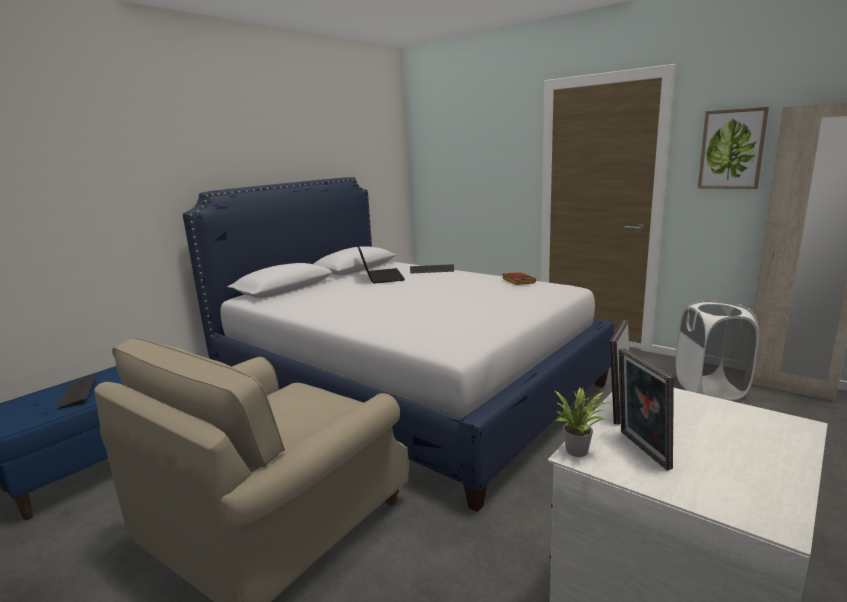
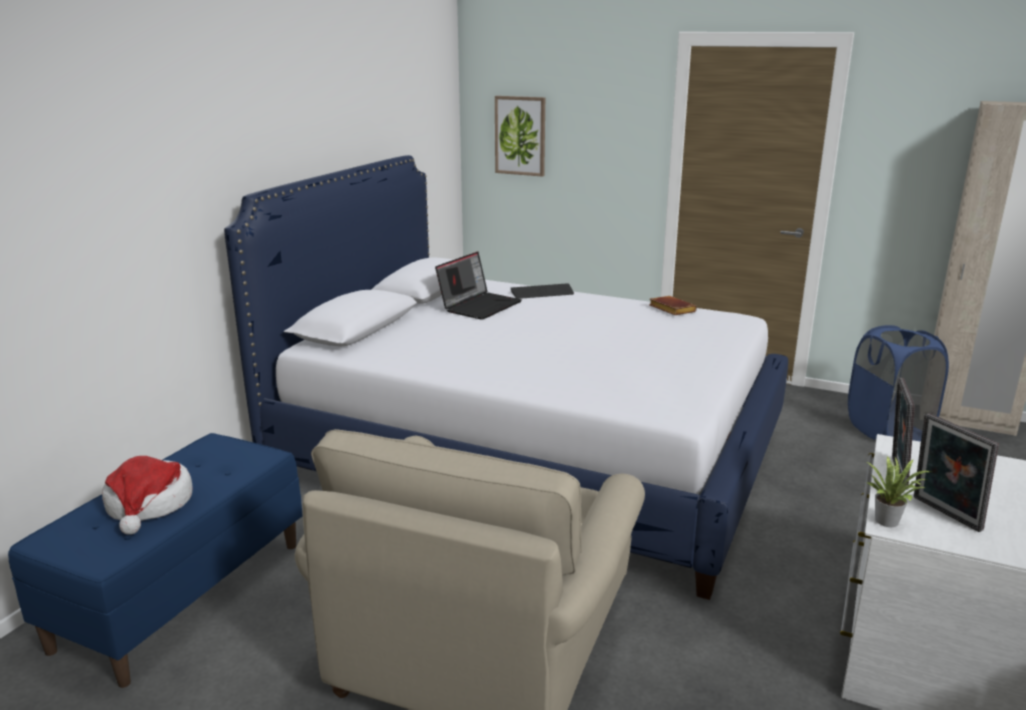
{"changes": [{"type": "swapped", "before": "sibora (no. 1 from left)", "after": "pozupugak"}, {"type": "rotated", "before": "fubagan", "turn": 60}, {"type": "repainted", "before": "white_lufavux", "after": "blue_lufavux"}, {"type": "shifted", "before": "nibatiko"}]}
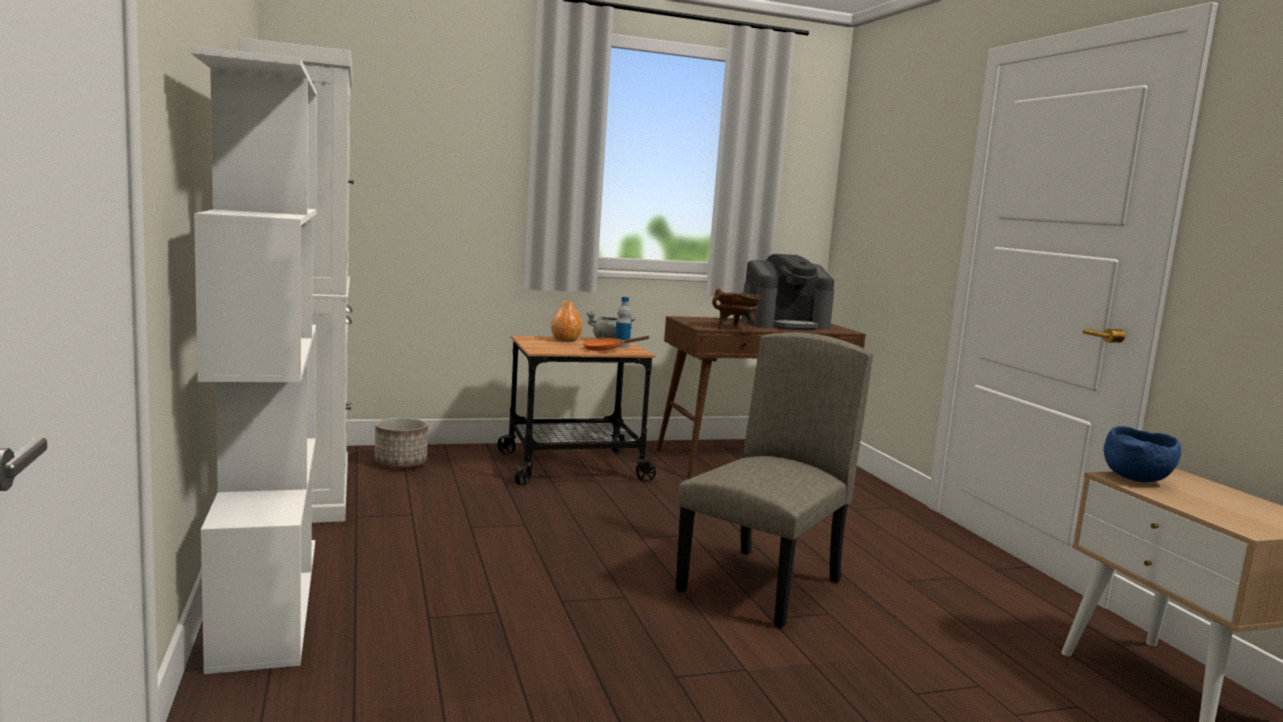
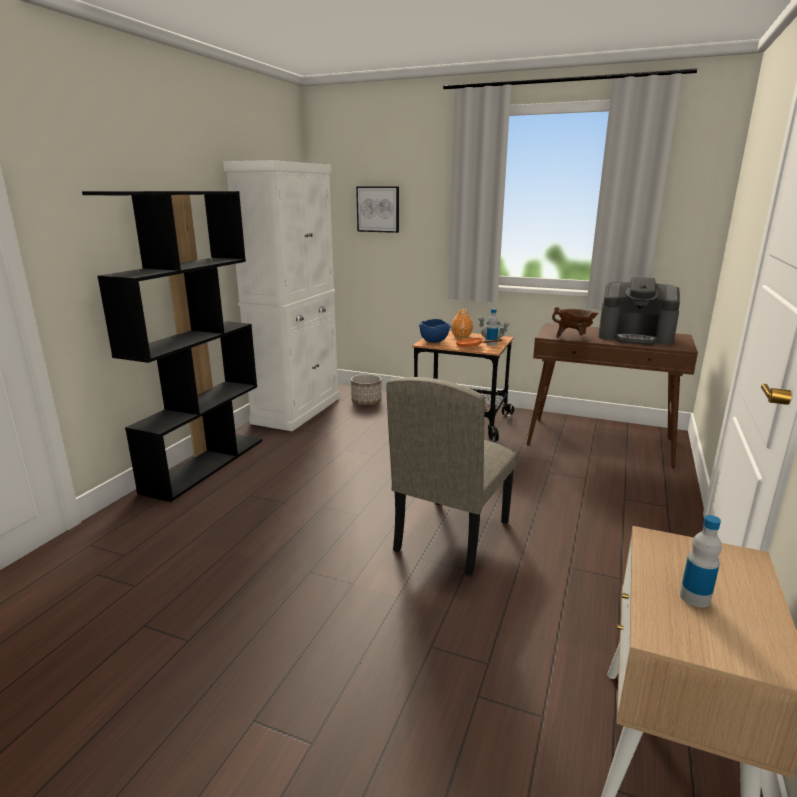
{"changes": [{"type": "repainted", "before": "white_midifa", "after": "black_midifa"}, {"type": "rotated", "before": "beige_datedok", "turn": 135}, {"type": "shifted", "before": "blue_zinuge"}, {"type": "new", "after": "nibatiko"}, {"type": "new", "after": "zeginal (no. 2 from left)"}]}
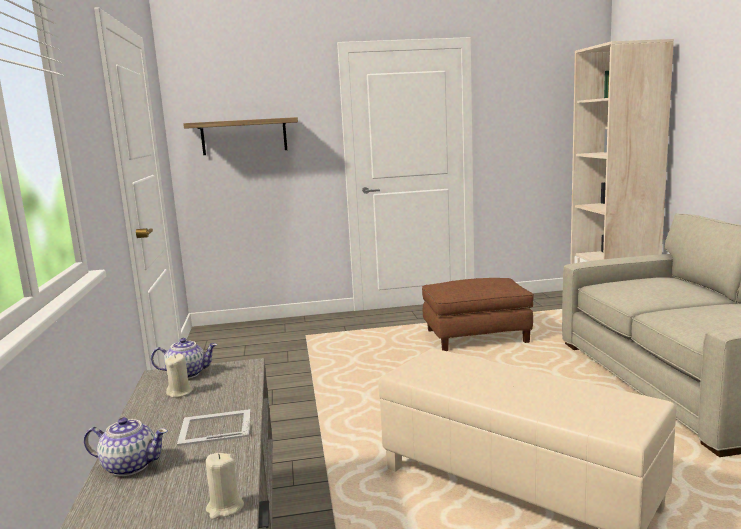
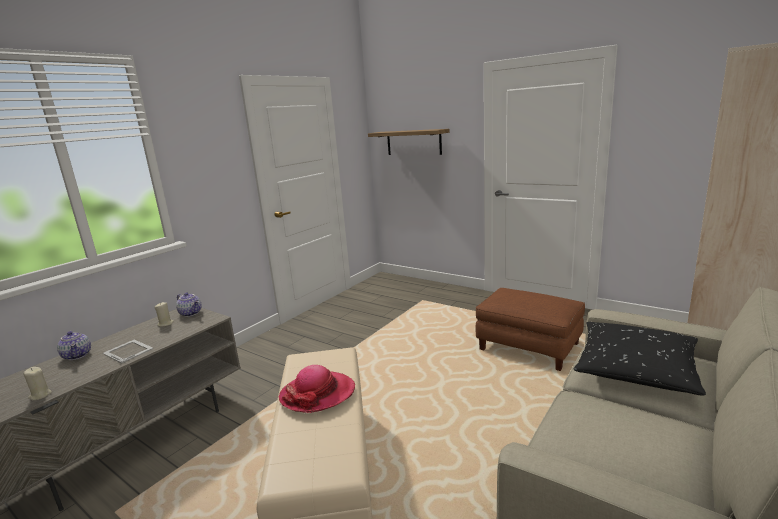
{"changes": [{"type": "new", "after": "pozupugak"}, {"type": "new", "after": "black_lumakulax"}]}
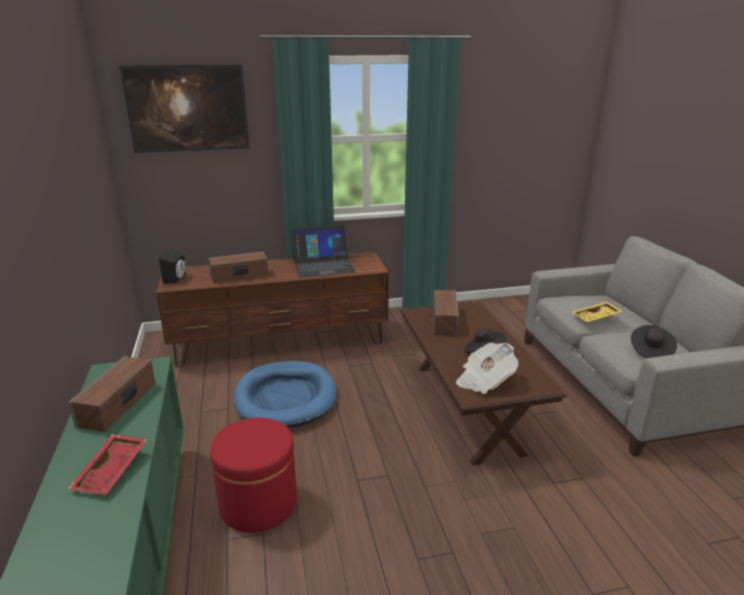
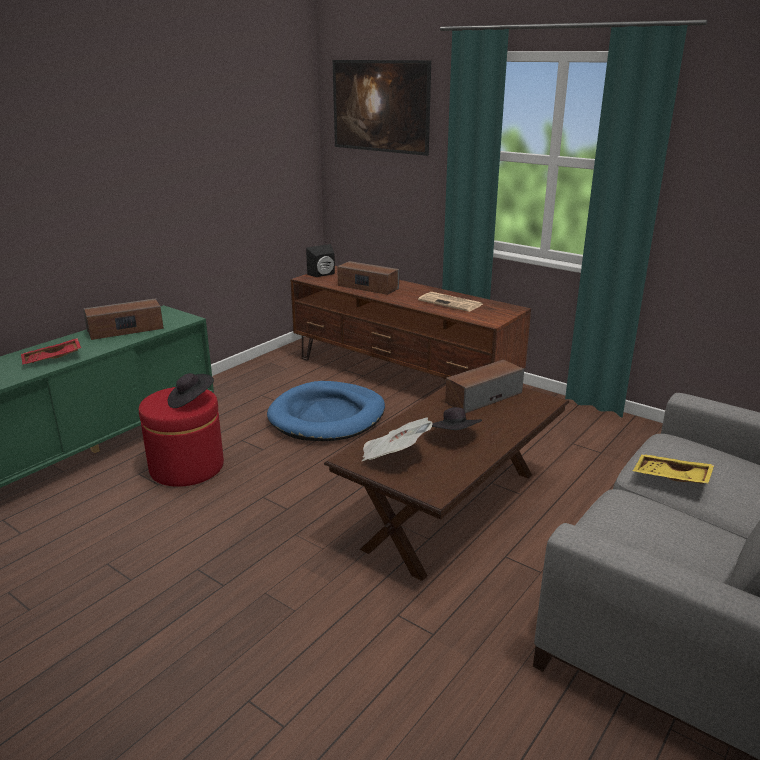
{"changes": [{"type": "swapped", "before": "fubagan", "after": "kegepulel (no. 2 from left)"}, {"type": "shifted", "before": "black_pozupugak (no. 2 from left in the first image)", "after": "black_pozupugak (no. 1 from left)"}]}
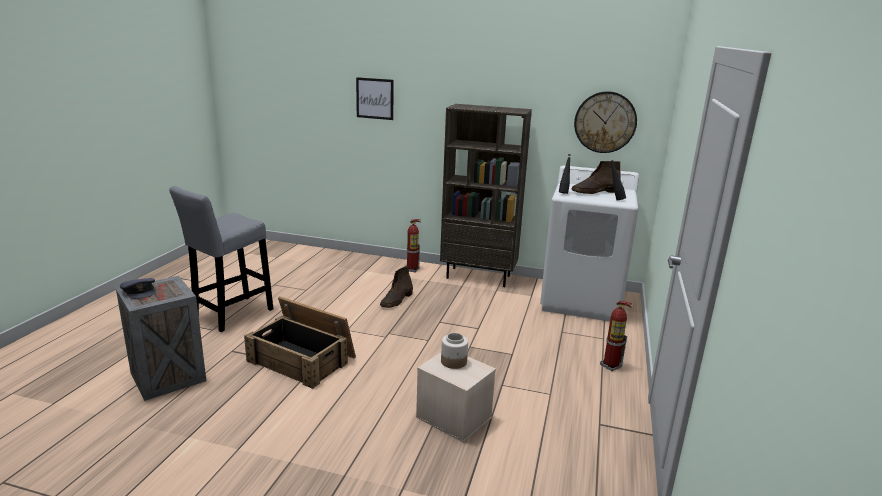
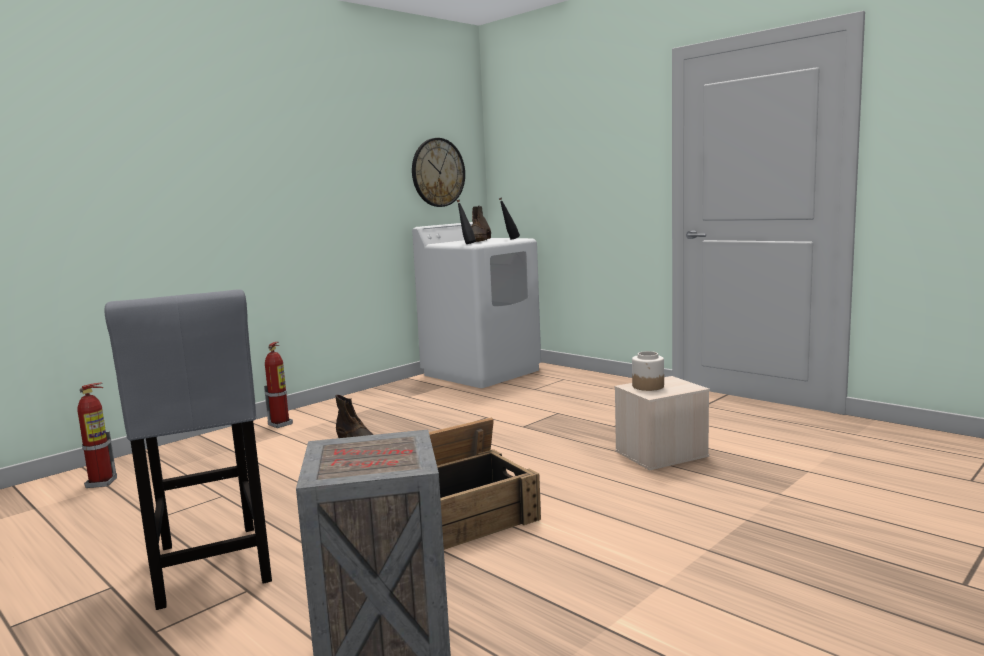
{"changes": [{"type": "gone", "before": "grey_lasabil"}, {"type": "gone", "before": "nibatiko"}, {"type": "gone", "before": "brown_midifa"}, {"type": "shifted", "before": "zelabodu (no. 2 from left in the first image)", "after": "zelabodu (no. 1 from left)"}]}
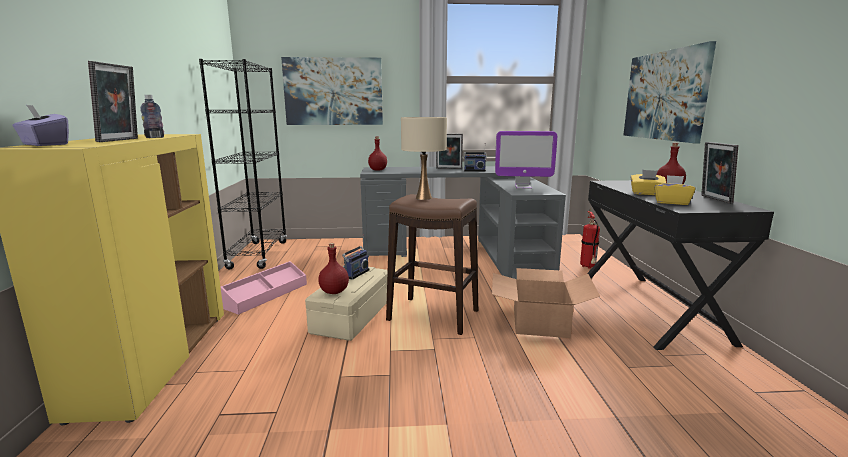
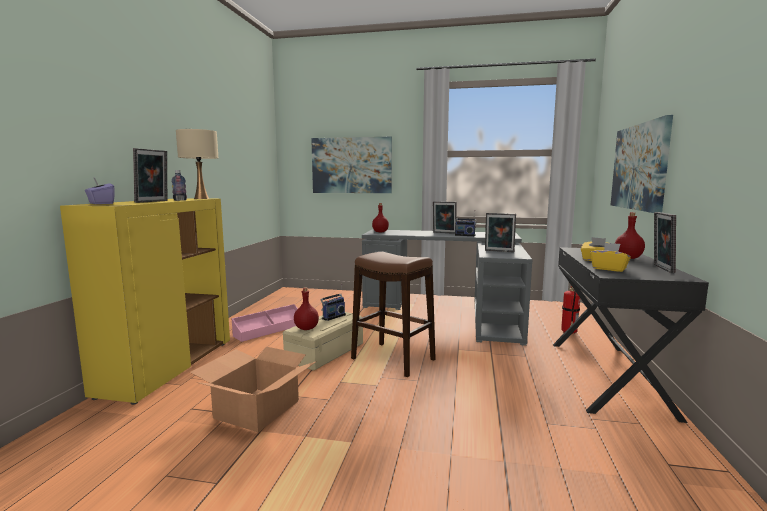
{"changes": [{"type": "gone", "before": "black_midifa"}, {"type": "shifted", "before": "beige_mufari"}, {"type": "shifted", "before": "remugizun"}, {"type": "swapped", "before": "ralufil", "after": "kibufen (no. 3 from left)"}]}
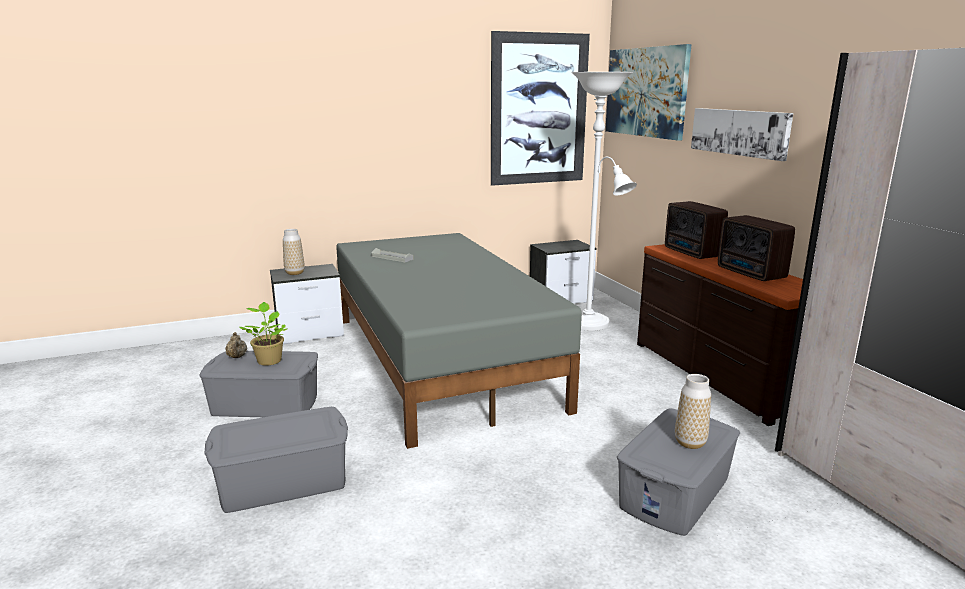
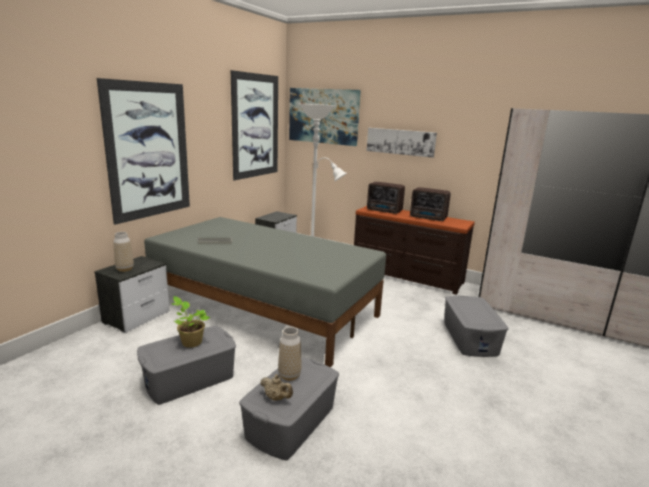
{"changes": [{"type": "shifted", "before": "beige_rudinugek"}, {"type": "shifted", "before": "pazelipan (no. 2 from left)"}, {"type": "new", "after": "nibatiko (no. 1 from left)"}]}
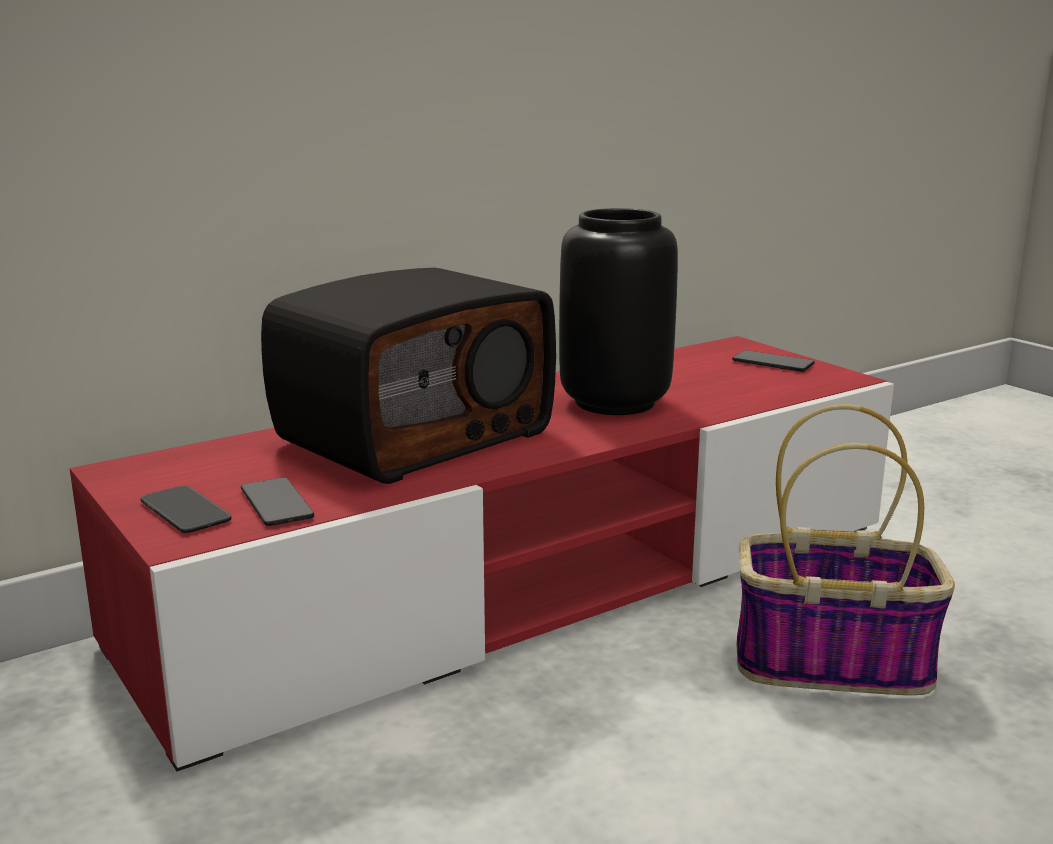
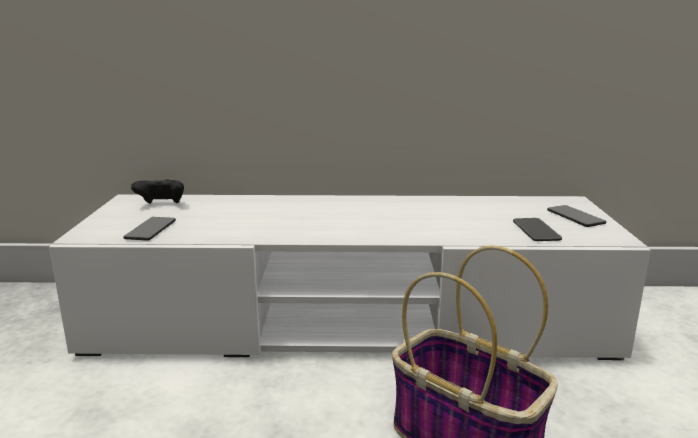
{"changes": [{"type": "repainted", "before": "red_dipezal", "after": "white_dipezal"}, {"type": "shifted", "before": "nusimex (no. 1 from left in the first image)", "after": "nusimex (no. 2 from left)"}, {"type": "gone", "before": "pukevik"}, {"type": "gone", "before": "black_pazelipan"}, {"type": "new", "after": "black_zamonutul"}]}
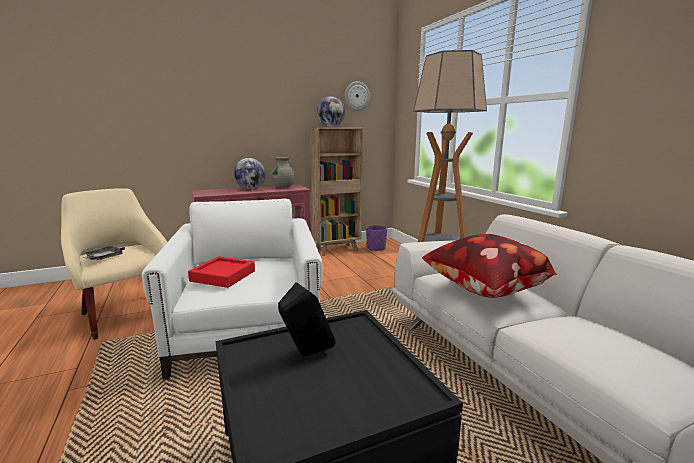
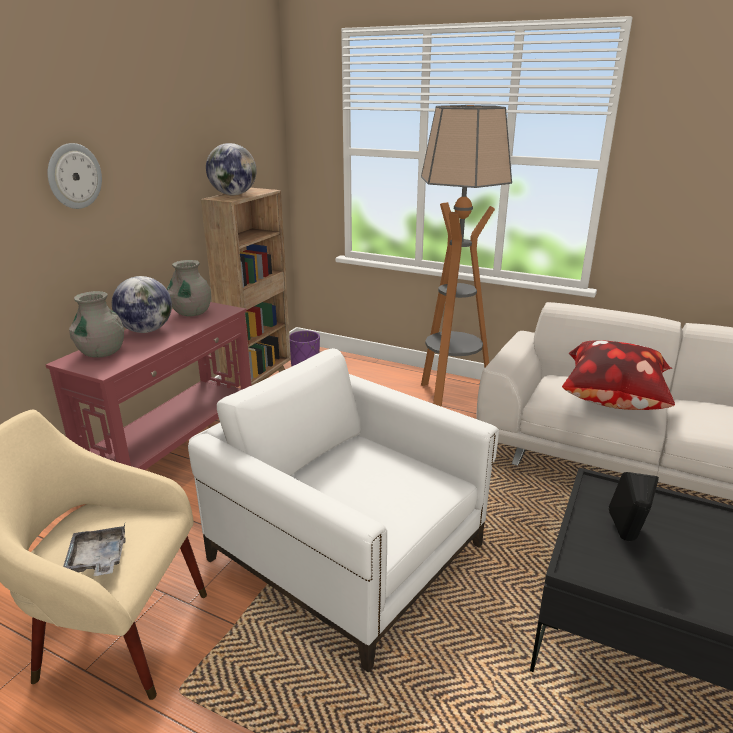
{"changes": [{"type": "gone", "before": "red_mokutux"}, {"type": "shifted", "before": "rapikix"}, {"type": "new", "after": "grey_pazelipan (no. 1 from left)"}]}
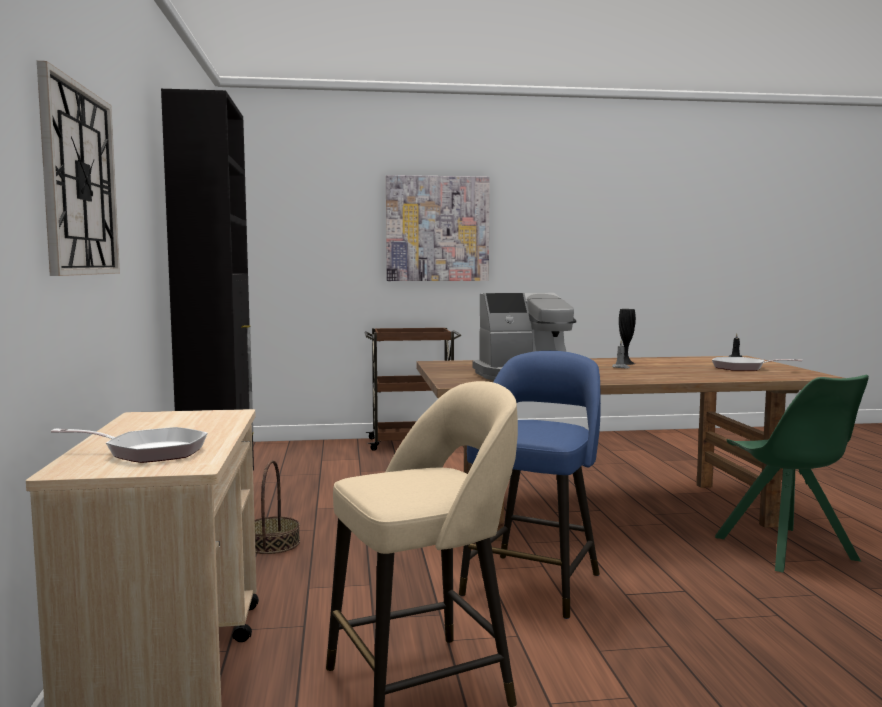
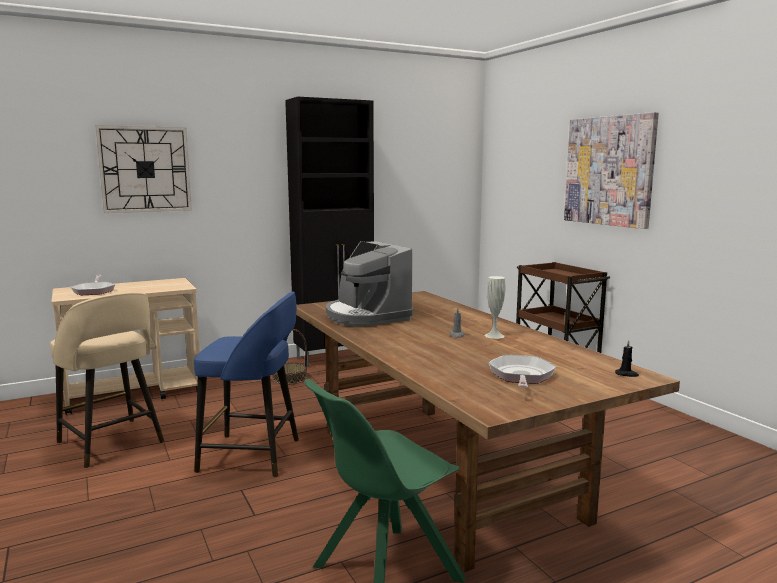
{"changes": [{"type": "repainted", "before": "black_pazelipan", "after": "white_pazelipan"}]}
